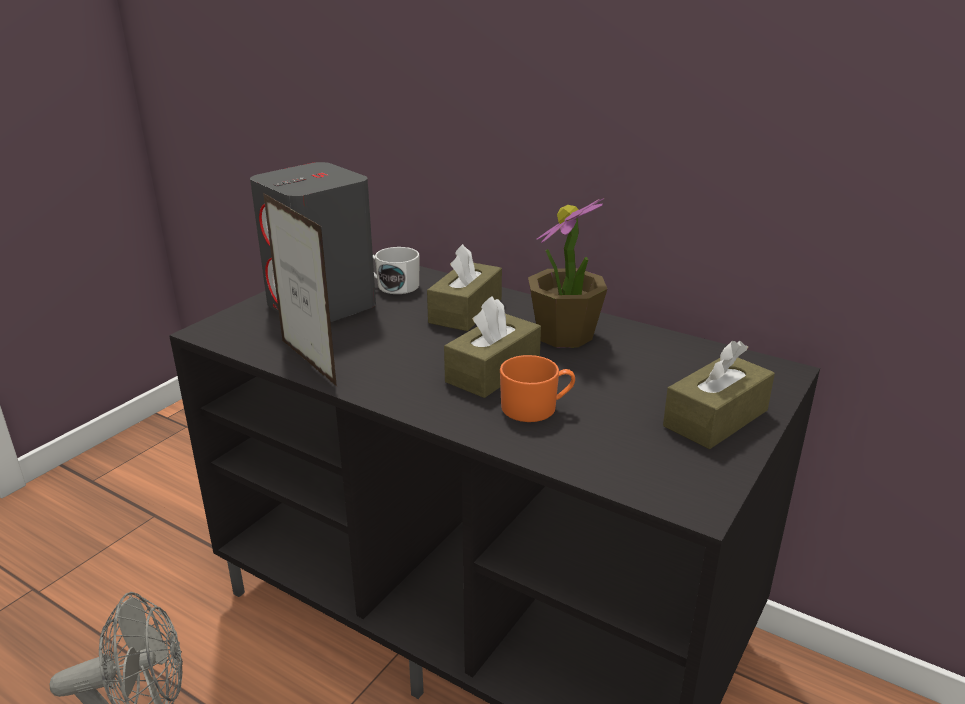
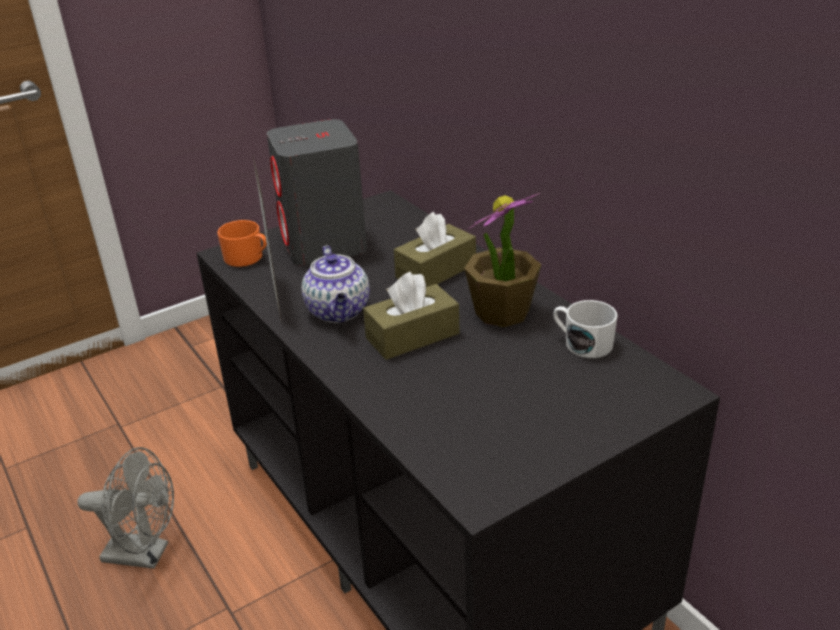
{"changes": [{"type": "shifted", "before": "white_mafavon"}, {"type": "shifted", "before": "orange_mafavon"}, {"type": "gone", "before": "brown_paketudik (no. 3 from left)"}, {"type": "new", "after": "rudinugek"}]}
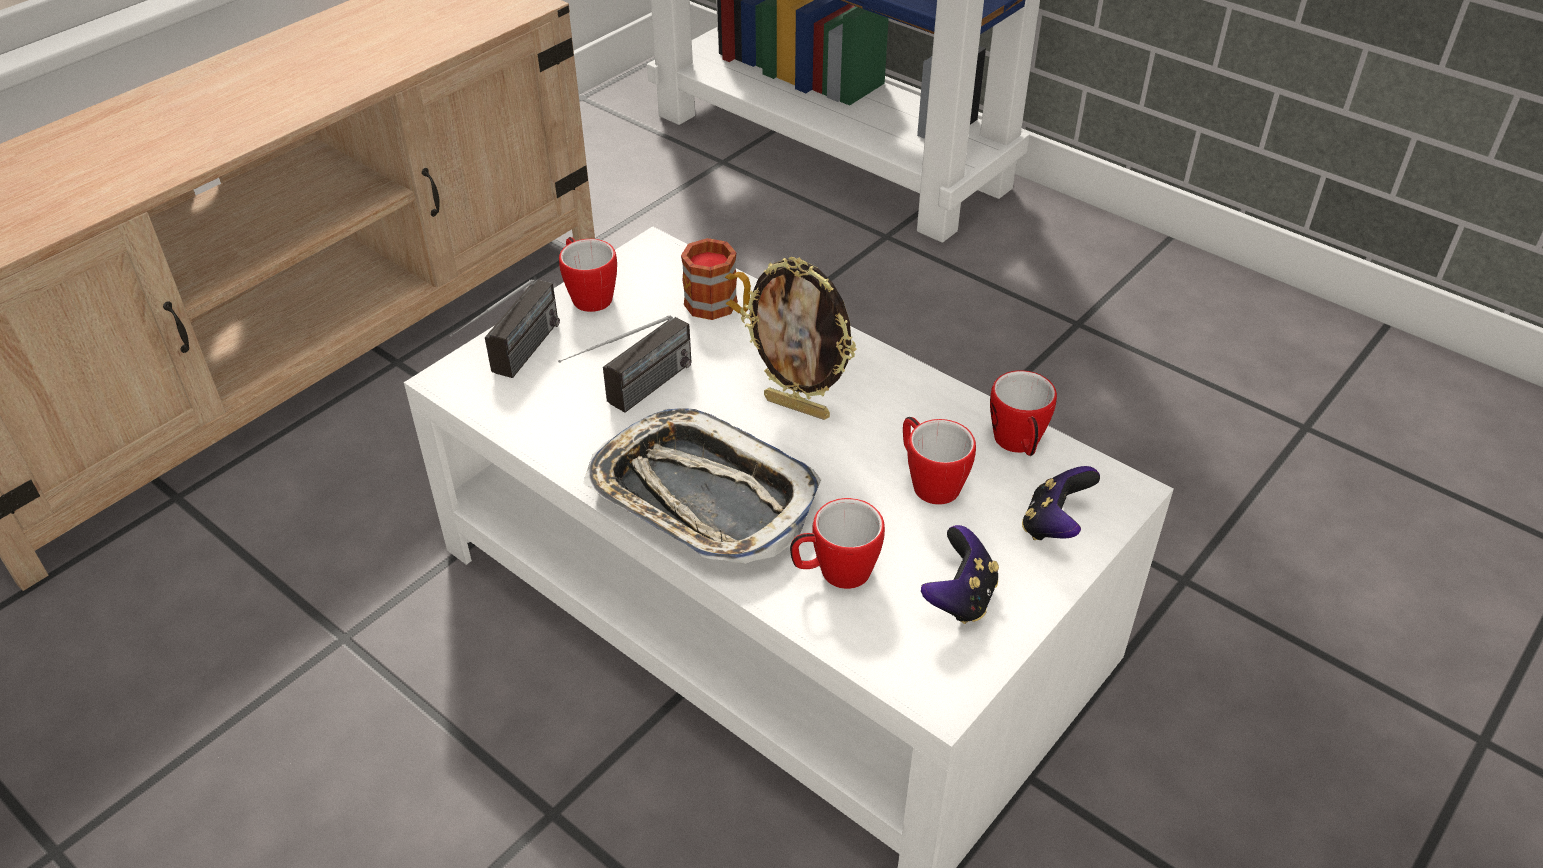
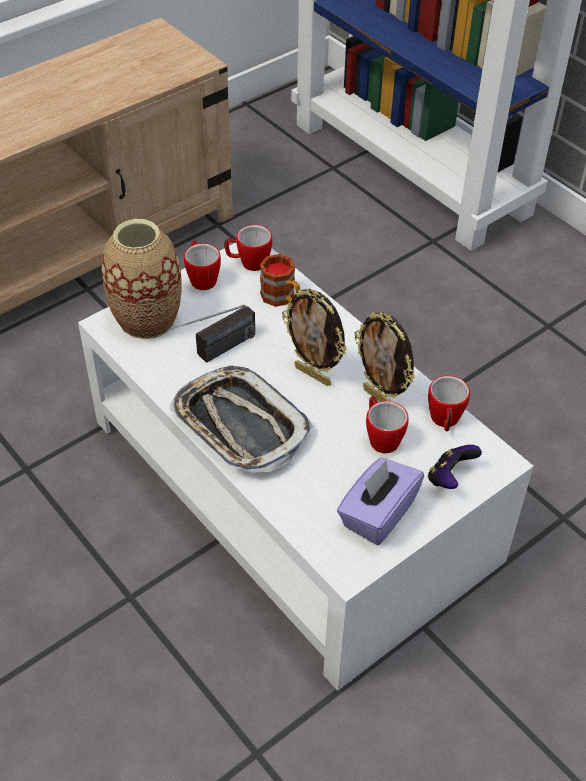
{"changes": [{"type": "swapped", "before": "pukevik (no. 1 from left)", "after": "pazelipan"}, {"type": "shifted", "before": "mafavon (no. 3 from left in the first image)", "after": "mafavon (no. 2 from left)"}, {"type": "swapped", "before": "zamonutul (no. 1 from left)", "after": "purple_paketudik"}, {"type": "new", "after": "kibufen (no. 2 from left)"}]}
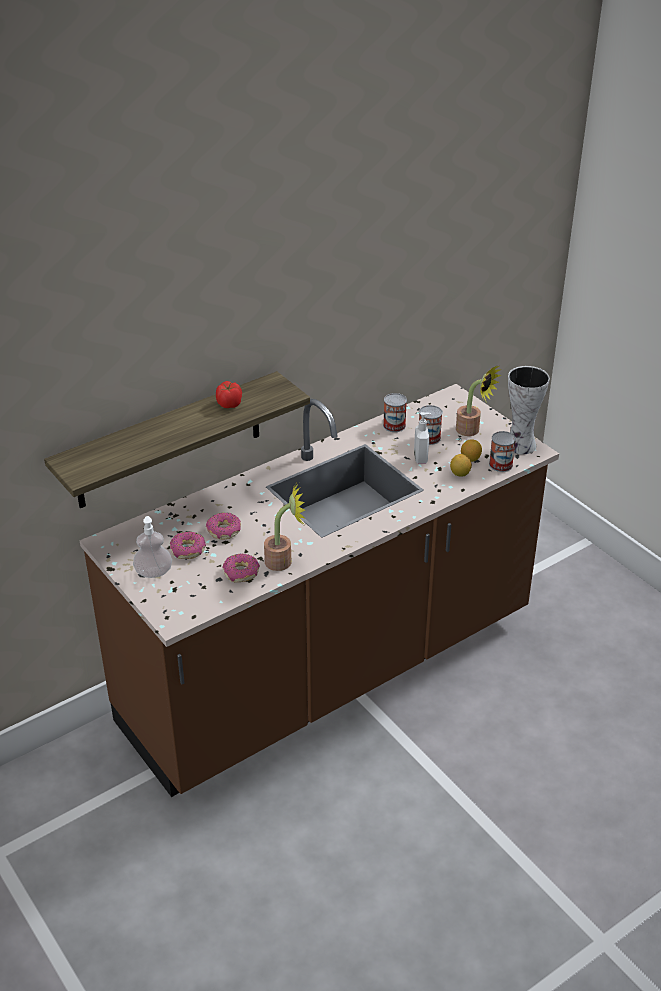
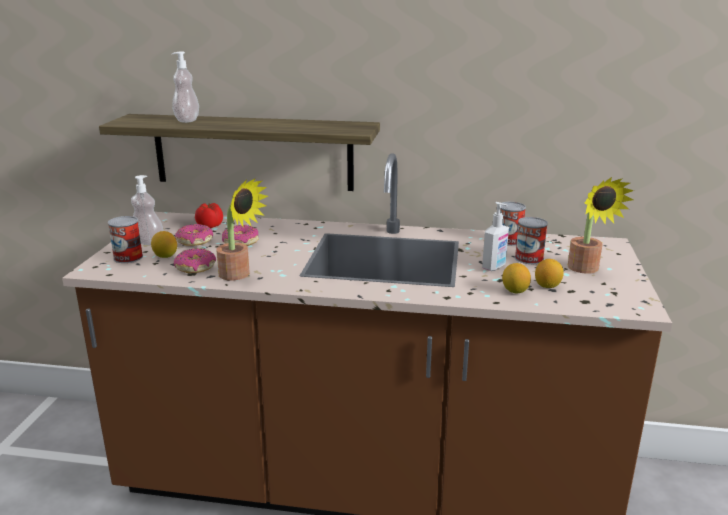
{"changes": [{"type": "shifted", "before": "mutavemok"}, {"type": "shifted", "before": "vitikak (no. 3 from left in the first image)", "after": "vitikak (no. 1 from left)"}, {"type": "gone", "before": "pazelipan"}, {"type": "new", "after": "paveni (no. 1 from left)"}, {"type": "new", "after": "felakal (no. 2 from left)"}]}
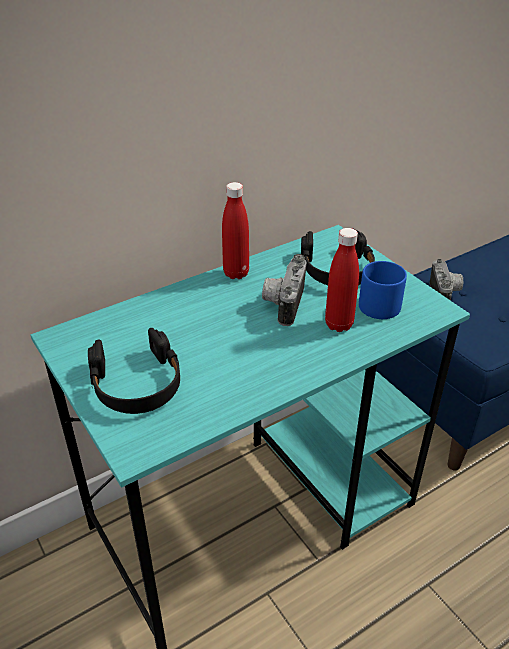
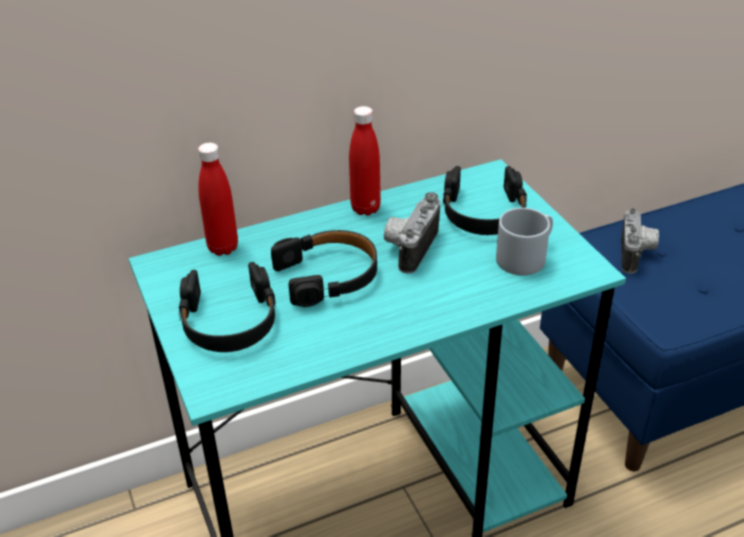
{"changes": [{"type": "shifted", "before": "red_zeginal (no. 2 from left in the first image)", "after": "red_zeginal (no. 1 from left)"}, {"type": "repainted", "before": "blue_mafavon", "after": "grey_mafavon"}, {"type": "new", "after": "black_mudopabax (no. 2 from left)"}]}
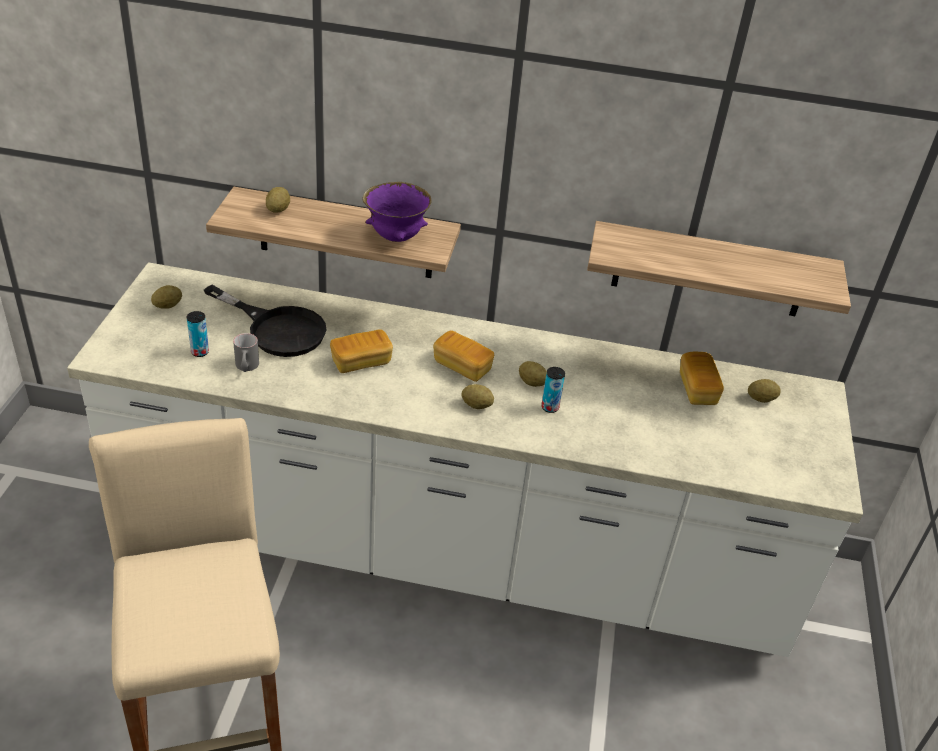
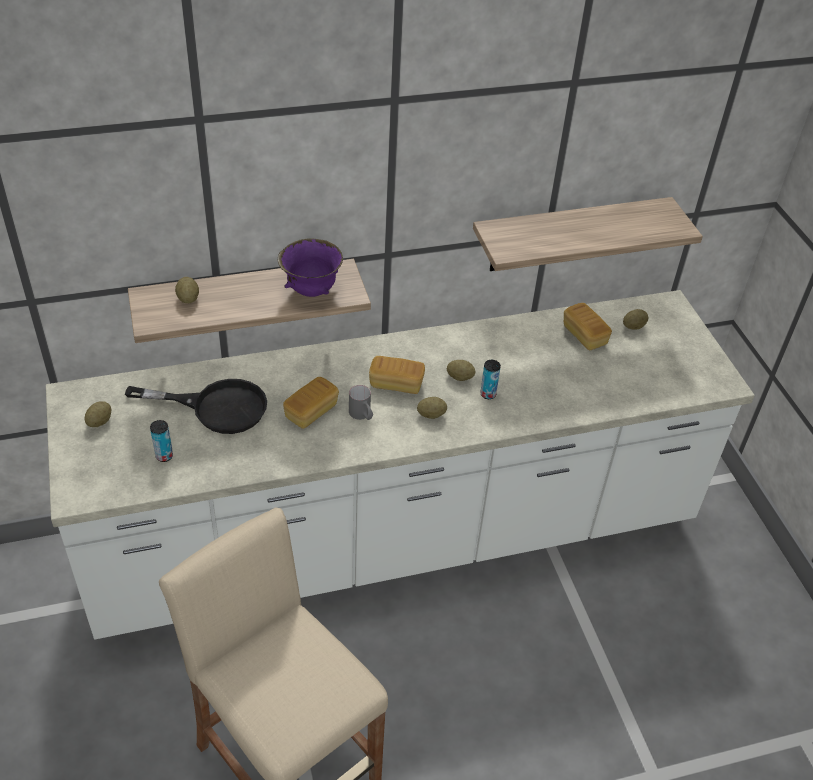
{"changes": [{"type": "shifted", "before": "grey_mafavon"}]}
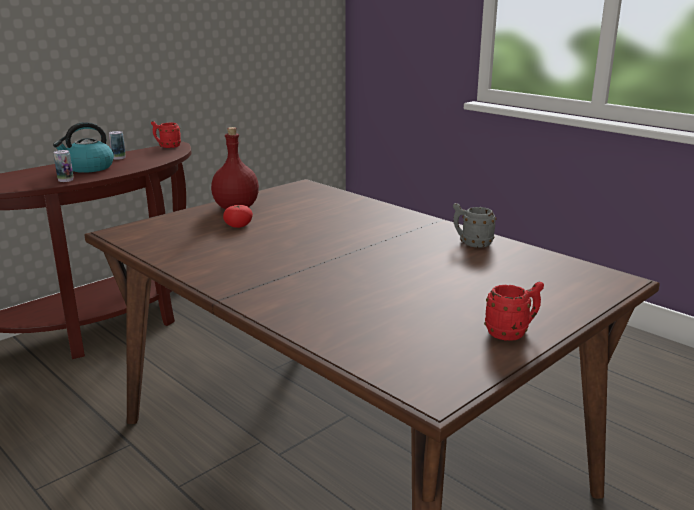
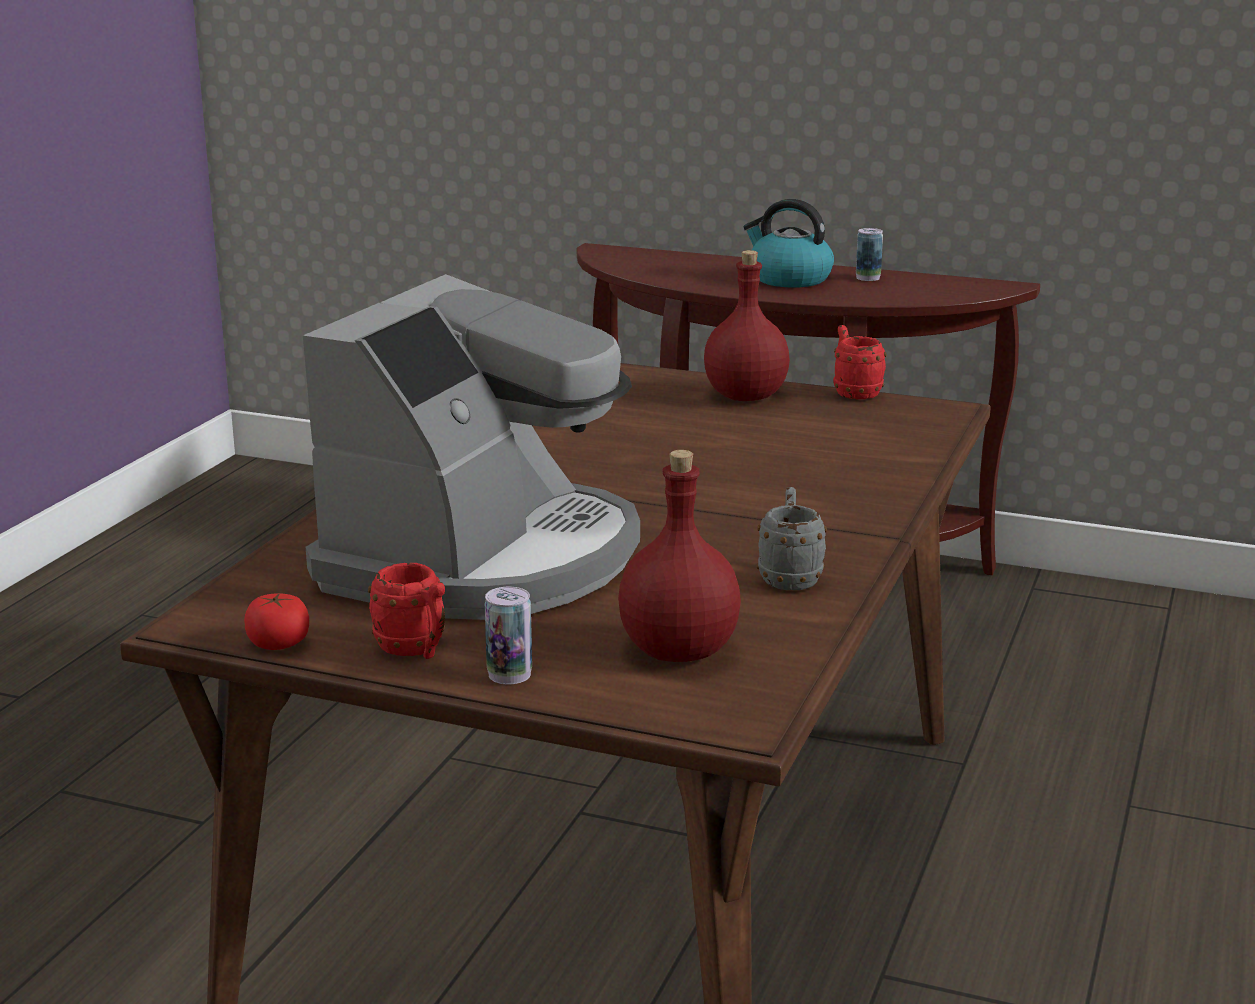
{"changes": [{"type": "shifted", "before": "vitikak (no. 1 from left)"}, {"type": "shifted", "before": "red_mafavon (no. 1 from left in the first image)", "after": "red_mafavon (no. 2 from left)"}, {"type": "shifted", "before": "mutavemok"}, {"type": "new", "after": "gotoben"}, {"type": "new", "after": "red_zeginal (no. 1 from left)"}]}
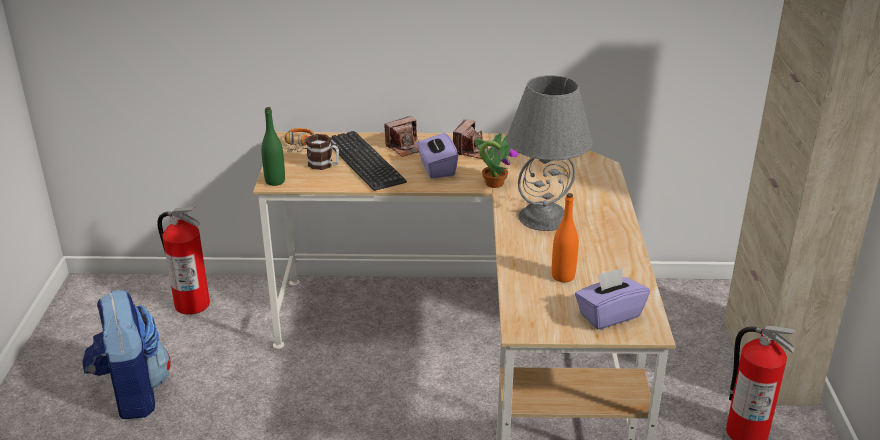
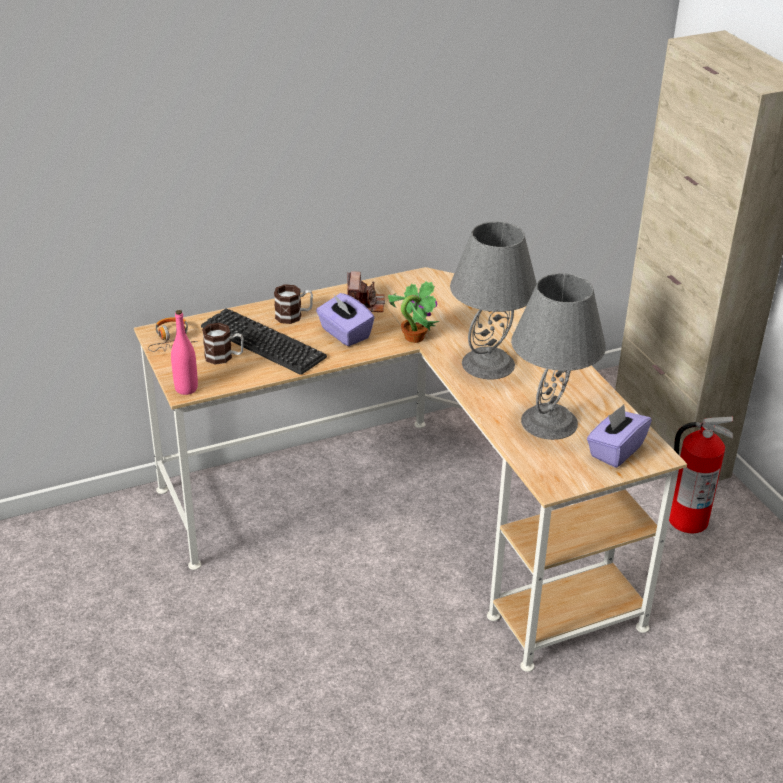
{"changes": [{"type": "gone", "before": "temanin"}, {"type": "gone", "before": "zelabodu (no. 1 from left)"}, {"type": "repainted", "before": "green_zeginal", "after": "pink_zeginal"}, {"type": "swapped", "before": "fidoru (no. 1 from left)", "after": "mafavon (no. 2 from left)"}, {"type": "swapped", "before": "orange_zeginal", "after": "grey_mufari (no. 2 from left)"}]}
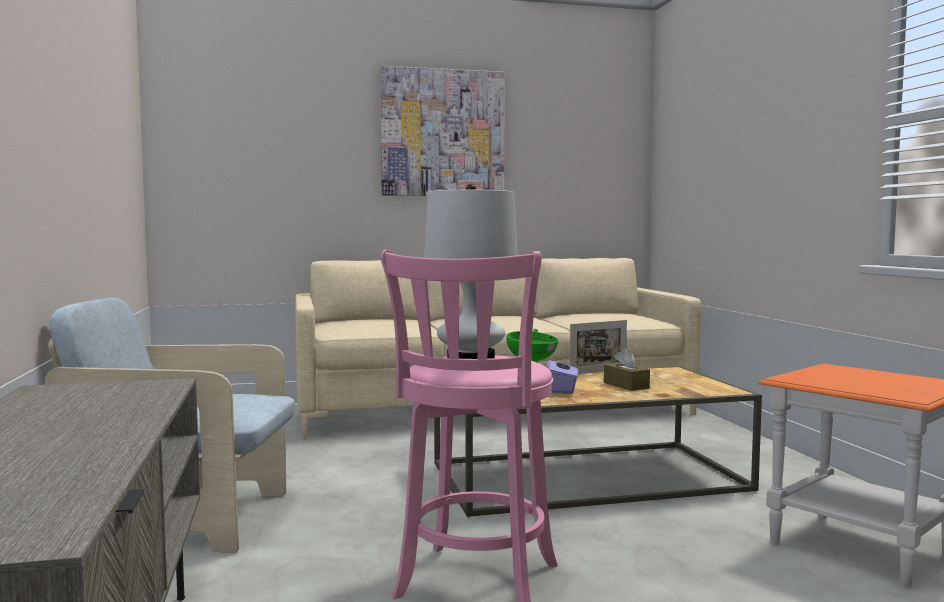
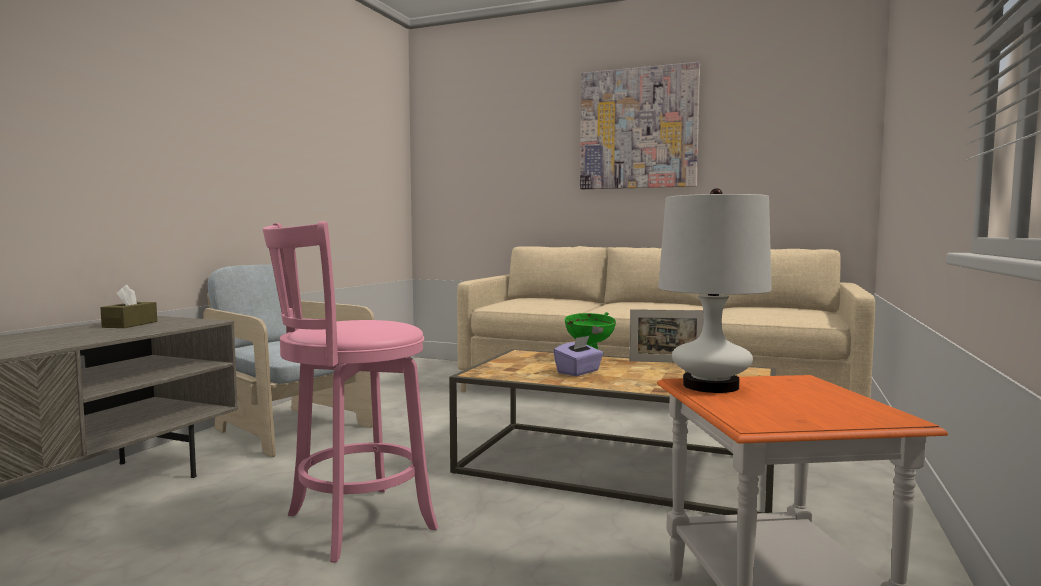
{"changes": [{"type": "shifted", "before": "white_mufari"}, {"type": "shifted", "before": "brown_paketudik"}]}
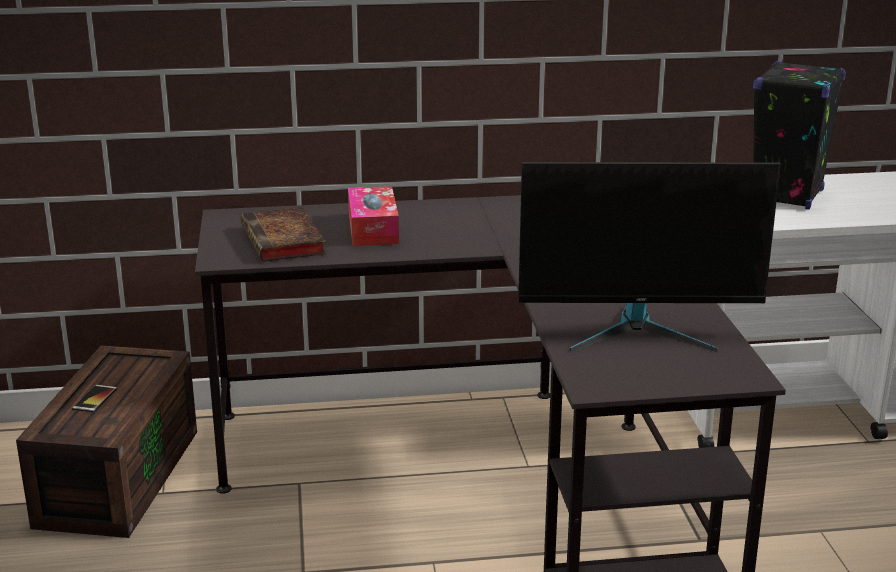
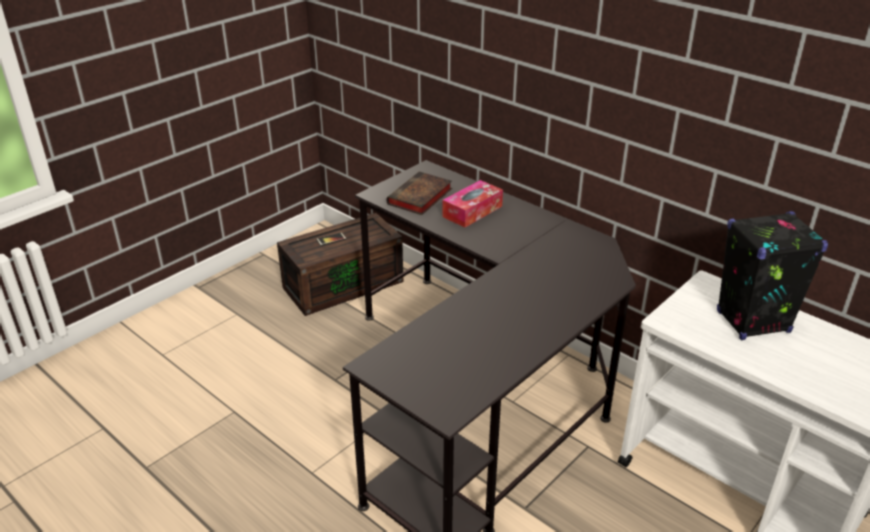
{"changes": [{"type": "gone", "before": "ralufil"}]}
